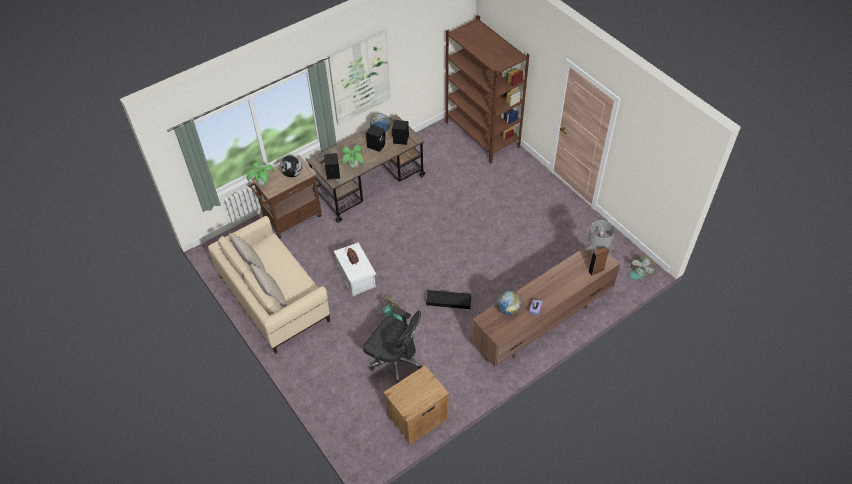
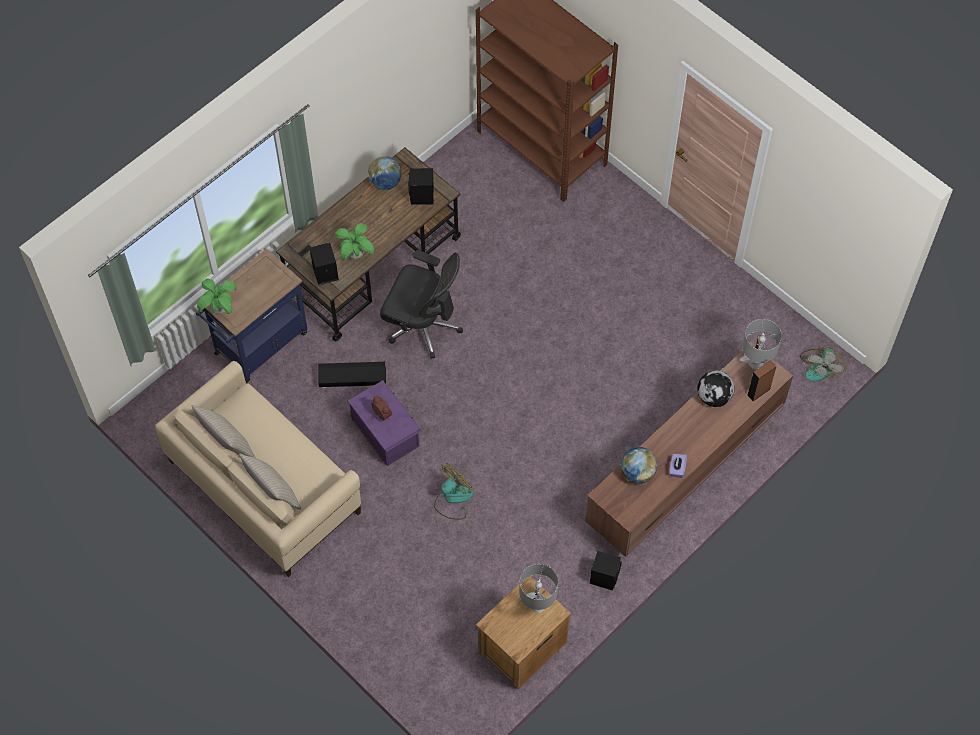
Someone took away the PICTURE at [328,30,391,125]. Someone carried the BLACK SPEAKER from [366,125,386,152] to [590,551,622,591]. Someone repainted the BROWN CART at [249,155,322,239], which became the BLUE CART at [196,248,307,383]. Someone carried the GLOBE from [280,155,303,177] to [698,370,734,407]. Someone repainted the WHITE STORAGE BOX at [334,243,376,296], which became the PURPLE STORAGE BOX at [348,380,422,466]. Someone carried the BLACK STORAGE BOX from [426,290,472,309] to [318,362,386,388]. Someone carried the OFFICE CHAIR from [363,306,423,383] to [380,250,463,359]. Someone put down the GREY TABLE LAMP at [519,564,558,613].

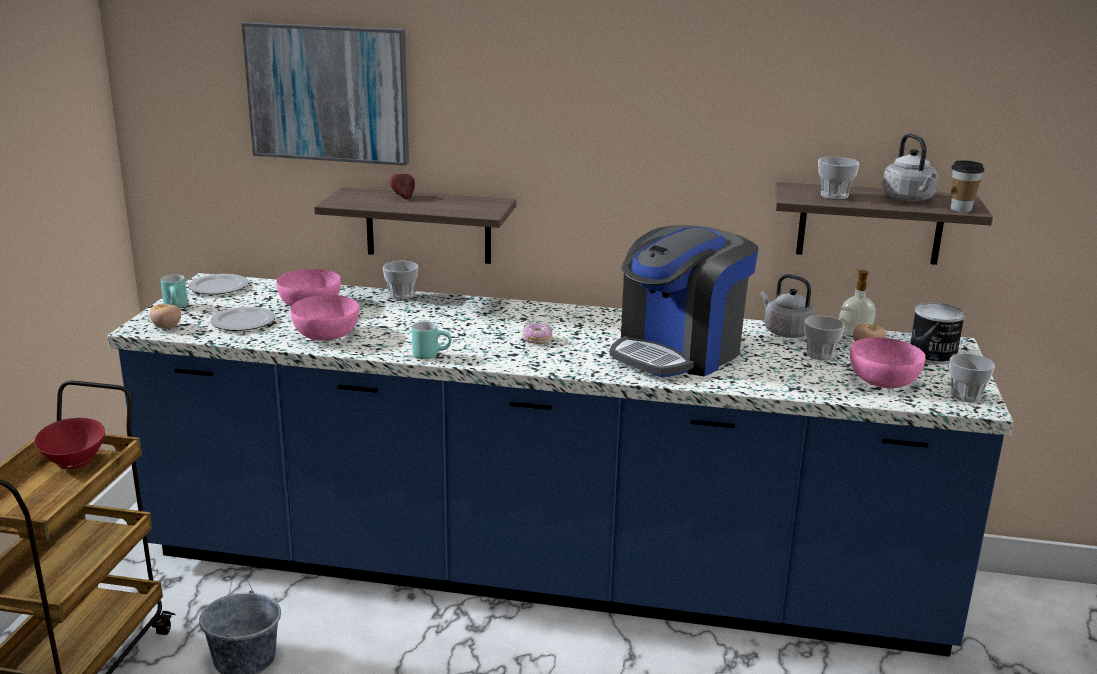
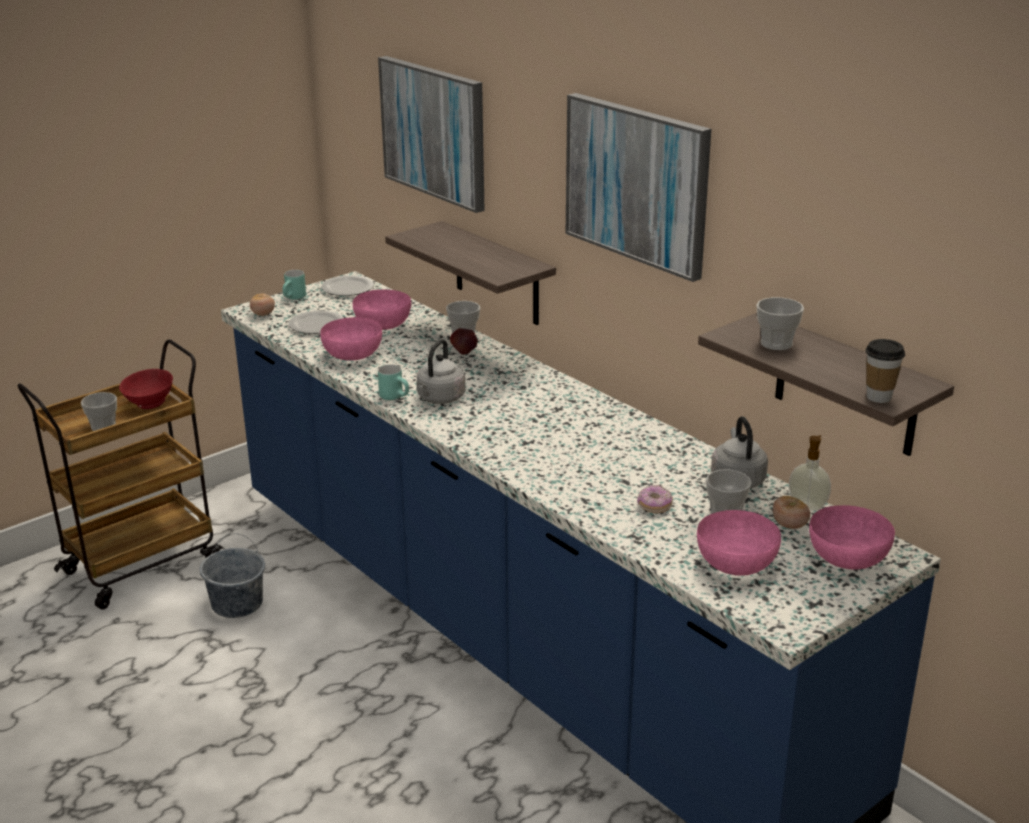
Someone carried the GREY KETTLE from [882,133,938,202] to [417,339,466,404]. Someone carried the APPLE from [389,174,415,199] to [450,328,478,355]. Someone took away the COFFEE MACHINE at [610,225,758,377]. Someone swapped the CAN at [910,303,965,364] for the PINK BOWL at [809,505,895,569]. Someone carried the DONUT from [523,323,553,344] to [637,485,673,513]. Someone carried the CUP from [950,353,995,402] to [81,392,117,431]. Someone put up the PICTURE at [566,93,711,282].

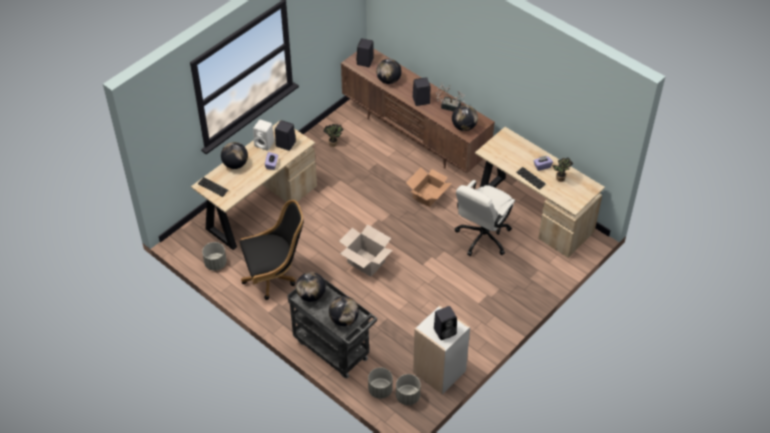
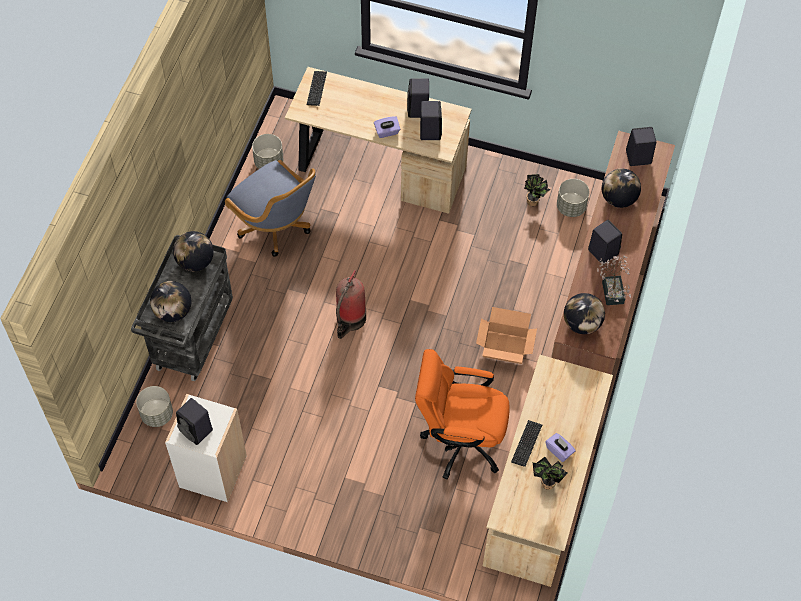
Someone repainted the WHITE SPEAKER at [253,120,274,151], which became the BLACK SPEAKER at [407,78,429,118]. Someone took away the GLOBE at [221,142,248,169]. Someone repainted the WHITE OFFICE CHAIR at [455,180,515,256], which became the ORANGE OFFICE CHAIR at [415,349,510,480]. Someone repainted the BLACK OFFICE CHAIR at [240,200,303,300], which became the BLUE OFFICE CHAIR at [225,160,316,257]. Someone swapped the CARDBOARD BOX at [339,224,393,277] for the FIRE EXTINGUISHER at [336,270,366,339]. Someone carried the GREY PLANTER from [396,374,421,405] to [557,179,589,217].

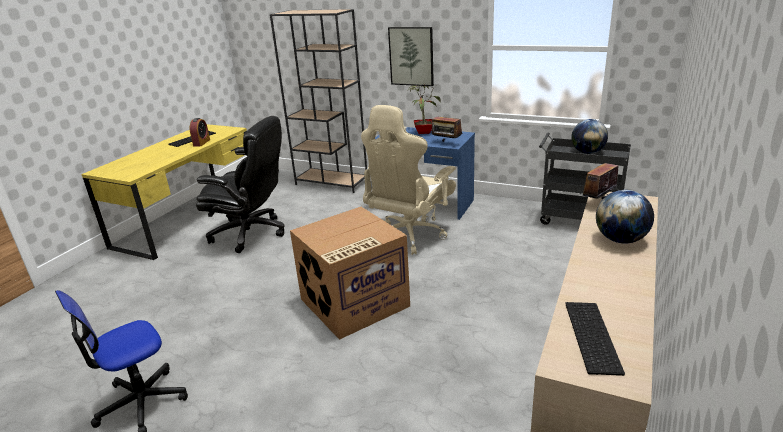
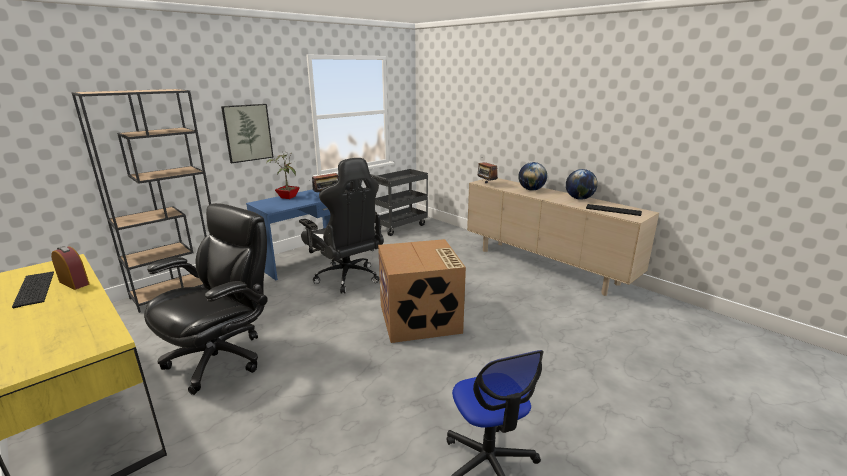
Someone repainted the BEIGE OFFICE CHAIR at [361,105,456,255], which became the BLACK OFFICE CHAIR at [299,158,384,293]. Someone carried the GLOBE from [571,119,608,154] to [566,169,598,200].

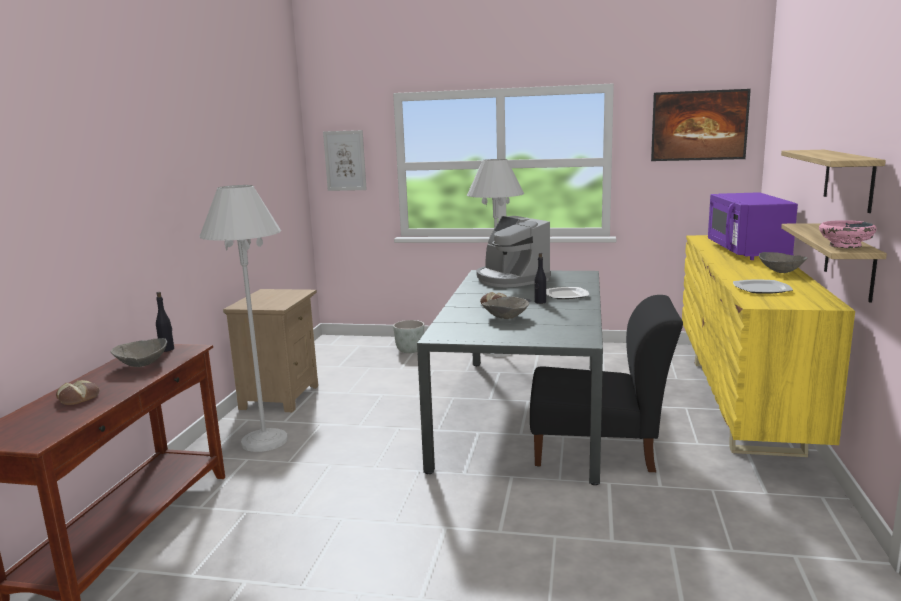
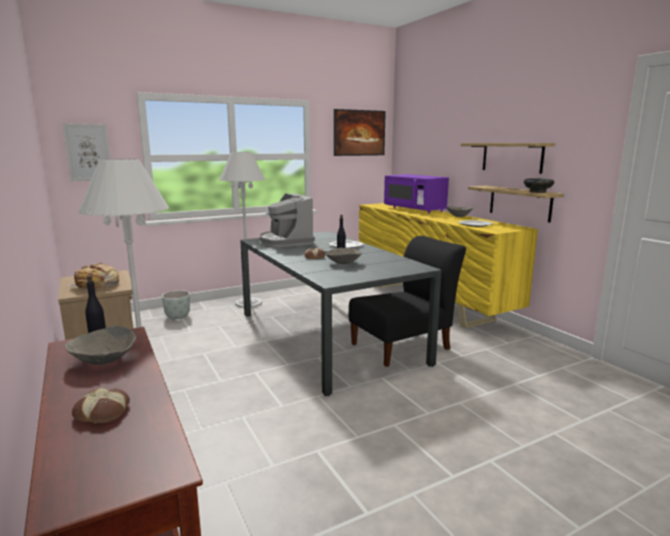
Someone rotated the COFFEE MACHINE at [476,216,551,288] by 45 degrees clockwise. Someone repainted the PINK BOWL at [819,220,877,248], which became the BLACK BOWL at [524,178,554,193]. Someone put down the BREAD at [68,263,119,289].

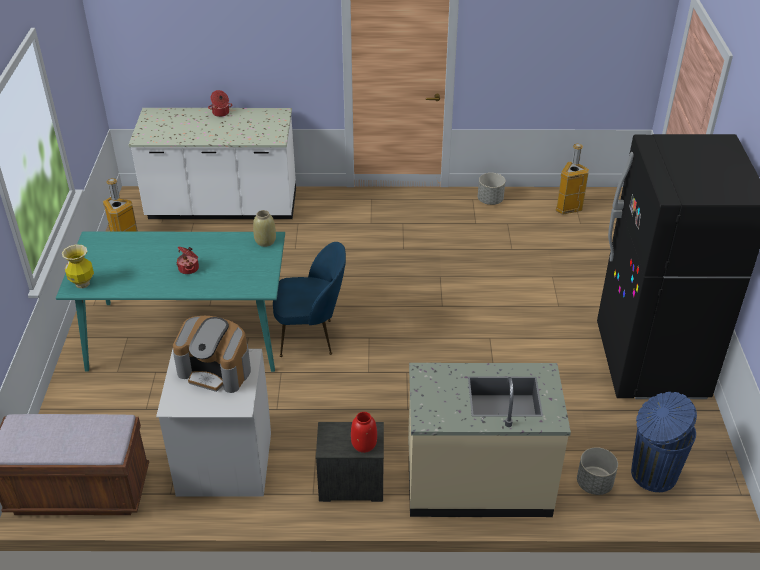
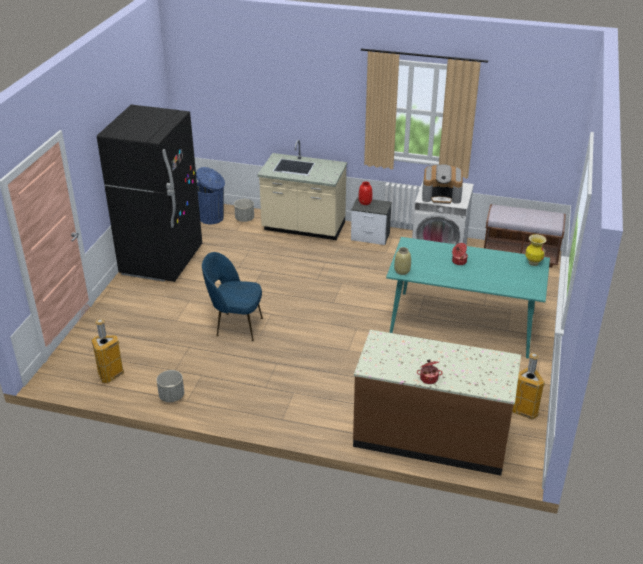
Someone repainted the WHITE COUNTER at [128,108,296,219], which became the BROWN COUNTER at [353,330,521,476]. Someone carried the BLUE CHAIR from [273,242,346,357] to [202,252,263,341]. Someone rotated the COFFEE MACHINE at [173,316,251,393] by 150 degrees clockwise.

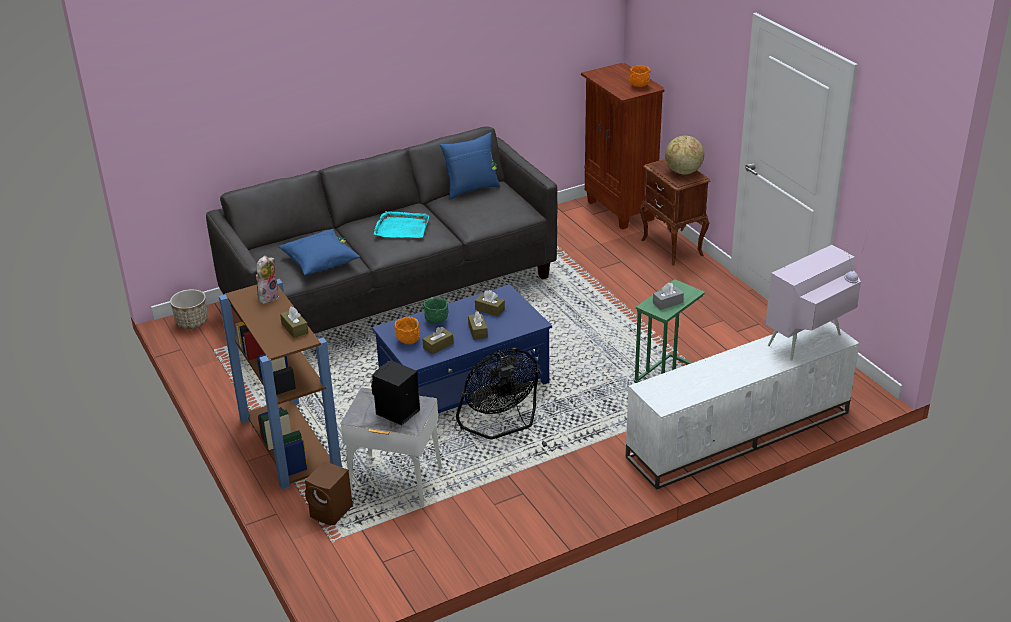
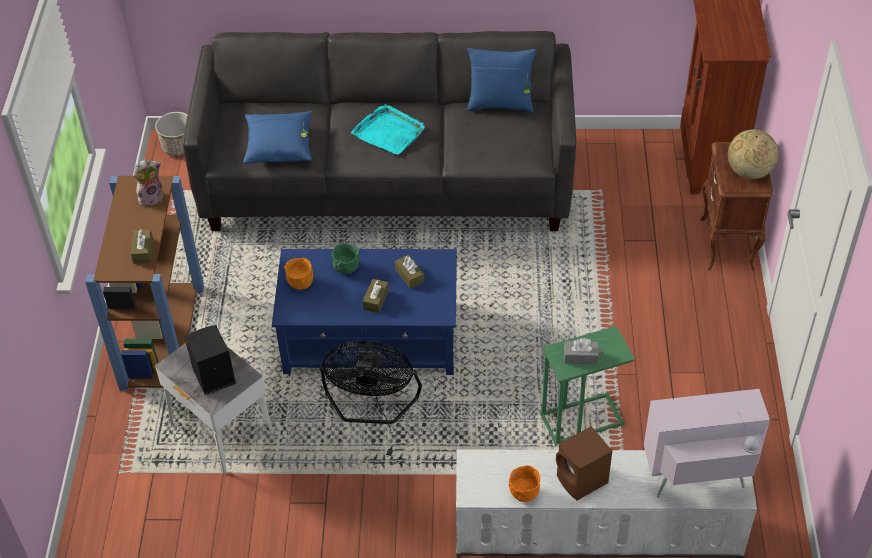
Someone carried the ORANGE BOWL from [629,65,651,87] to [509,465,540,502]. Someone took away the BROWN TISSUE BOX at [423,327,454,354]. Someone carried the BROWN SPEAKER from [305,461,353,525] to [556,426,612,501].

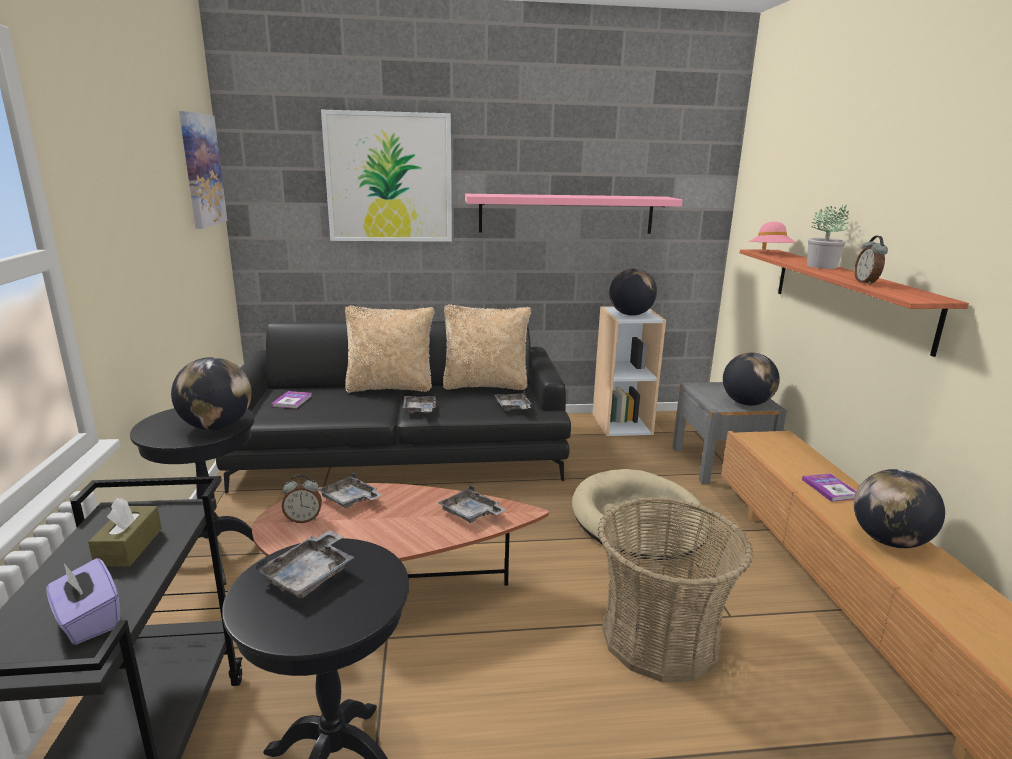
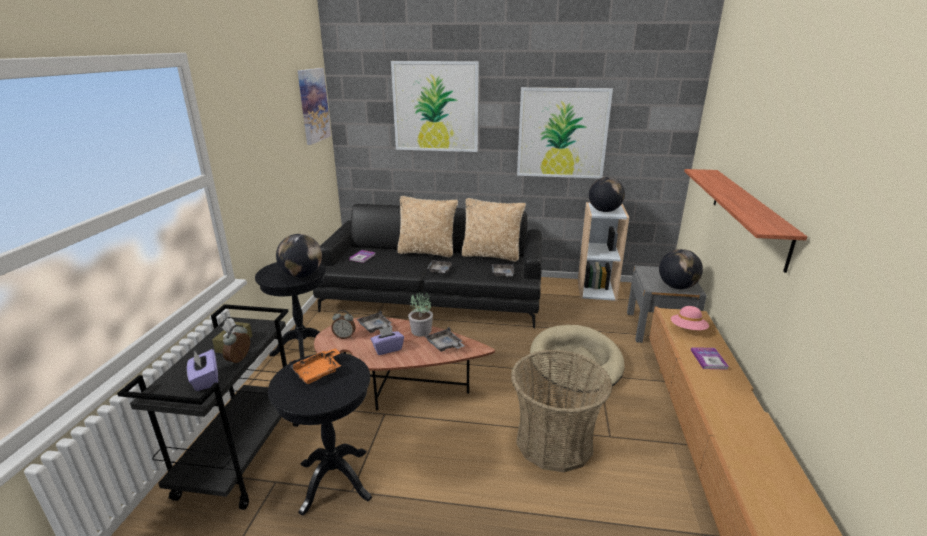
Someone swapped the PINK SHELF at [465,194,683,234] for the PICTURE at [517,87,613,179]. Someone carried the POTTED PLANT from [807,205,849,269] to [408,290,433,336]. Someone carried the PINK HAT from [750,222,796,250] to [671,306,709,330]. Someone carried the ALARM CLOCK from [854,236,888,285] to [223,325,250,365]. Someone took away the GLOBE at [854,469,945,548]. Someone repainted the GREY TRAY at [255,530,355,598], which became the ORANGE TRAY at [289,348,341,384]. Someone put down the PURPLE TISSUE BOX at [371,326,404,355].

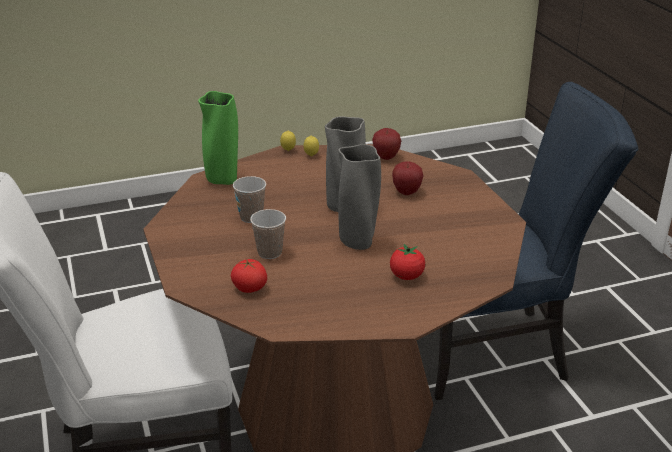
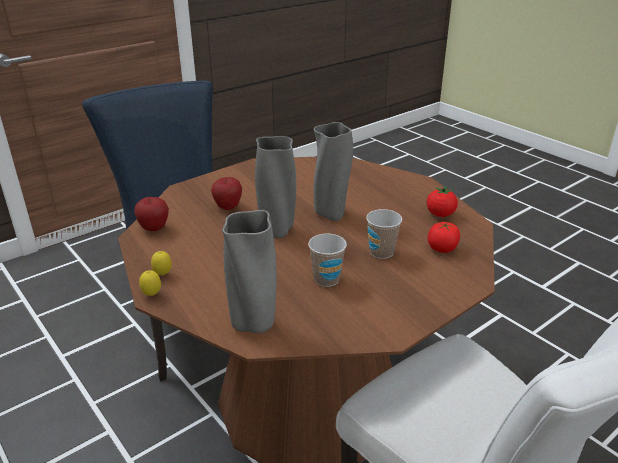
Someone repainted the GREEN VASE at [198,91,238,185], which became the GREY VASE at [222,210,277,333]. Someone carried the TOMATO from [390,244,425,280] to [426,186,458,217].

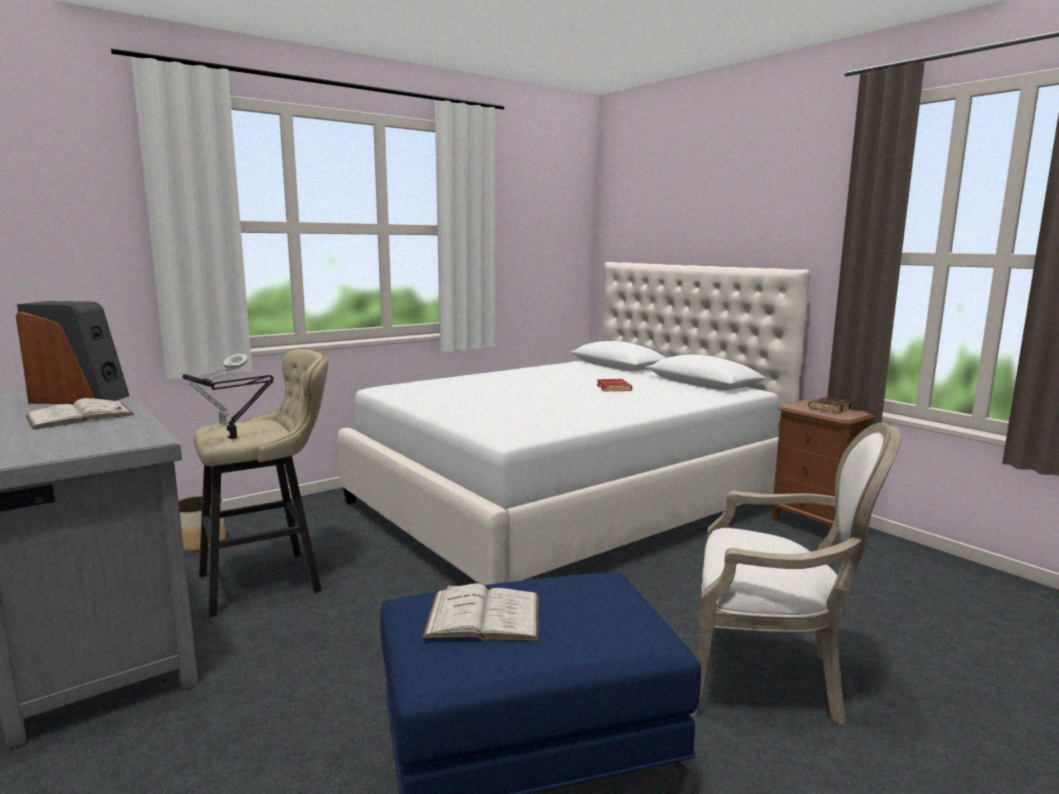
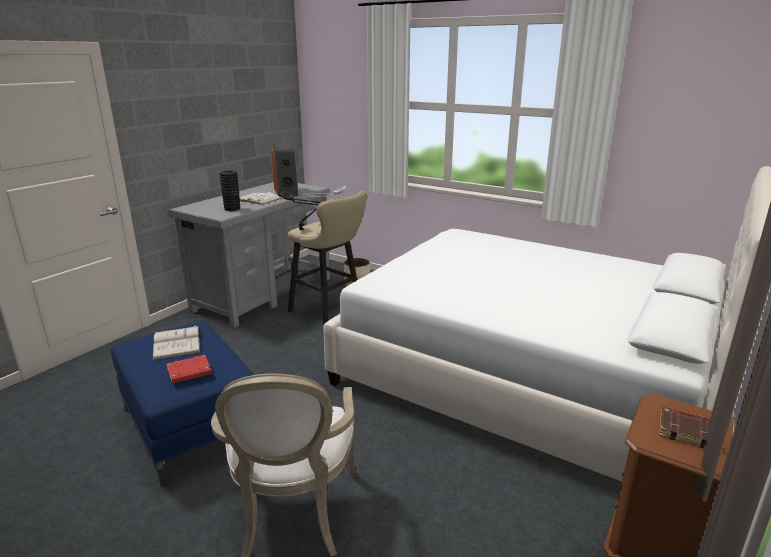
Someone carried the RED BOOK from [597,379,632,392] to [167,355,212,384]. Someone put down the BLACK VASE at [220,170,240,211].

